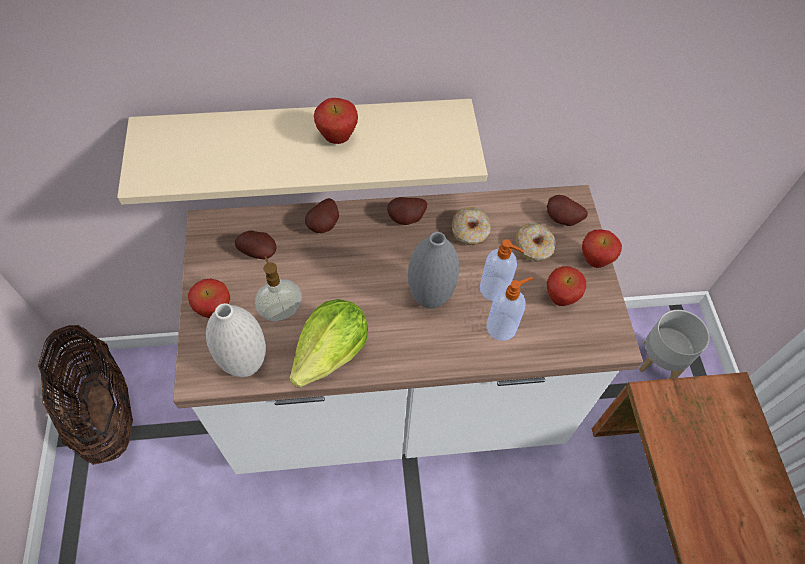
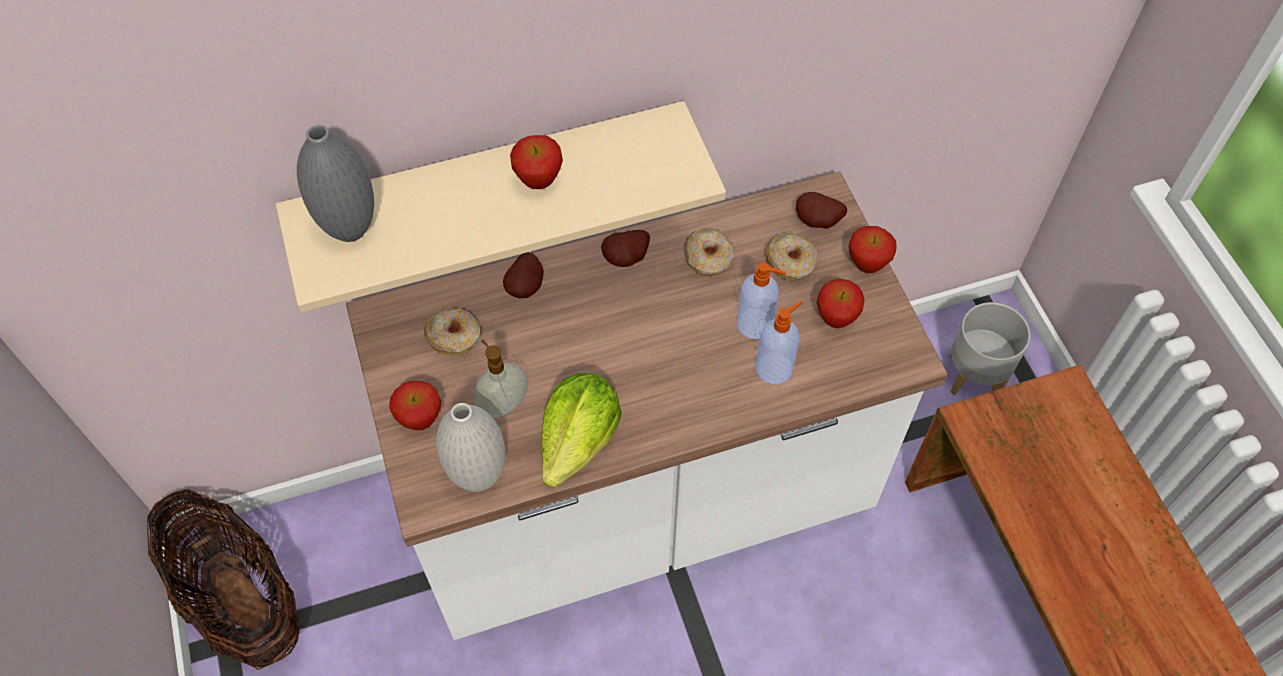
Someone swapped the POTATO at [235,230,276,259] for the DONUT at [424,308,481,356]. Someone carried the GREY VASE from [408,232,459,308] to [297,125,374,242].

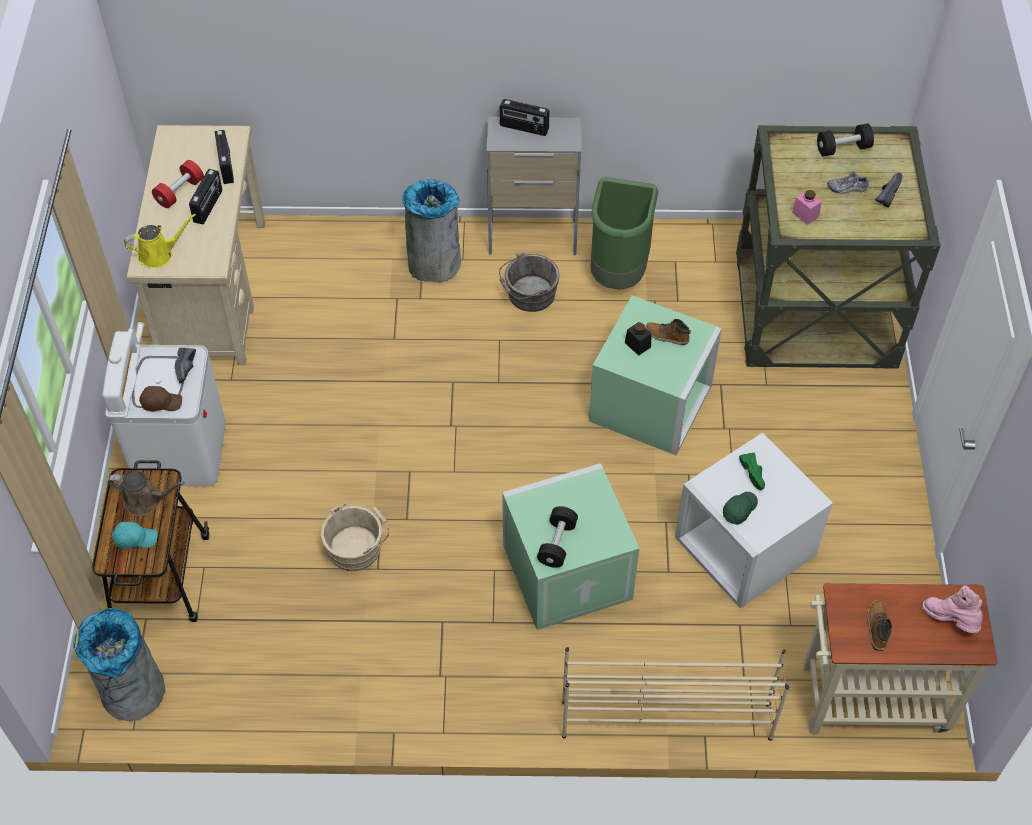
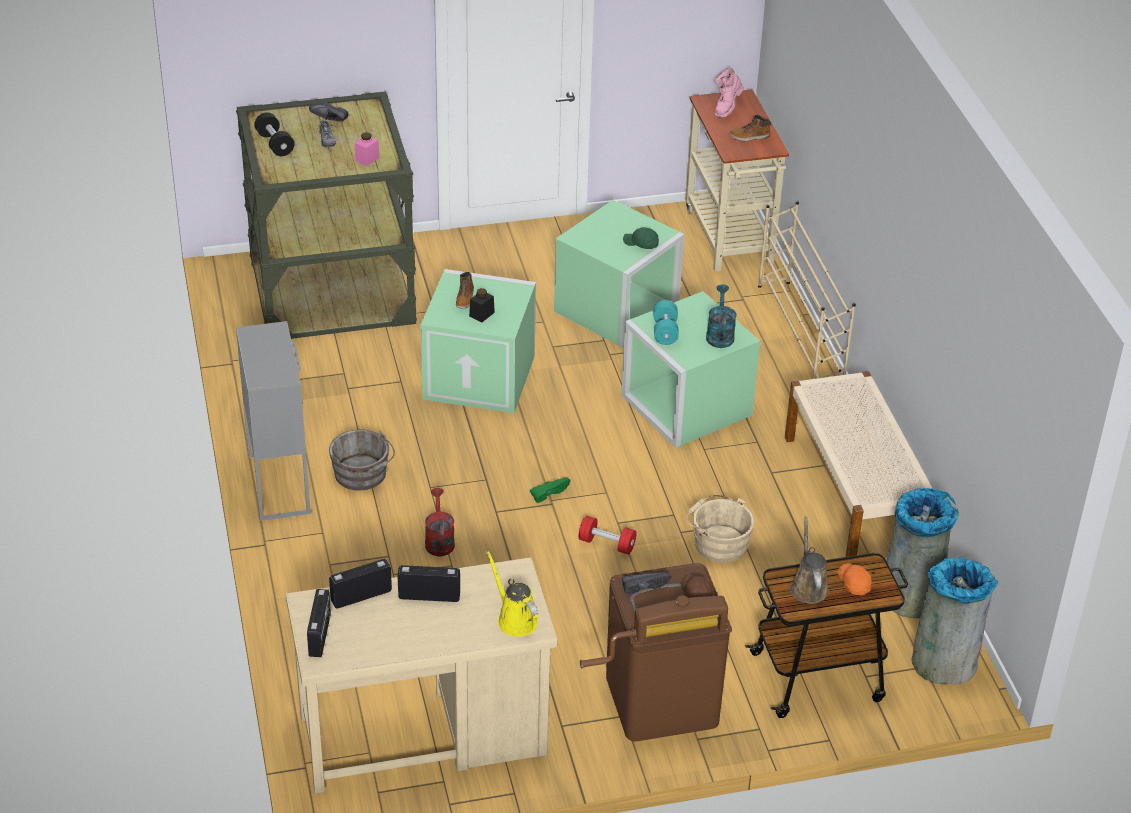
Someone carried the RADIO from [500,99,550,136] to [307,589,331,657]. Someone carried the RED DUMBBELL from [152,160,204,208] to [579,516,636,555]. Someone took away the GREEN TRASH CAN at [591,177,658,290]. Someone carried the GREY TRASH CAN from [402,179,461,283] to [887,488,959,618]. Someone repainted the WHITE WASHING MACHINE at [102,322,226,486], which became the BROWN WASHING MACHINE at [580,563,732,741]. Someone repainted the WHITE STORAGE BOX at [675,433,833,609], which became the GREEN STORAGE BOX at [554,200,684,348]. Someone carried the GREEN SHOE from [739,453,765,490] to [530,478,571,503]. Someone swapped the BLACK DUMBBELL at [537,506,578,568] for the TURQUOISE WATERING CAN at [706,284,737,348]. Someone repainted the TURQUOISE CAP at [112,522,157,549], which became the ORANGE CAP at [838,563,872,595]. Someone put down the TURQUOISE DUMBBELL at [653,300,679,345]. Someone put down the BEIGE BENCH at [785,371,933,557]. Someone put down the RED WATERING CAN at [425,488,455,556].

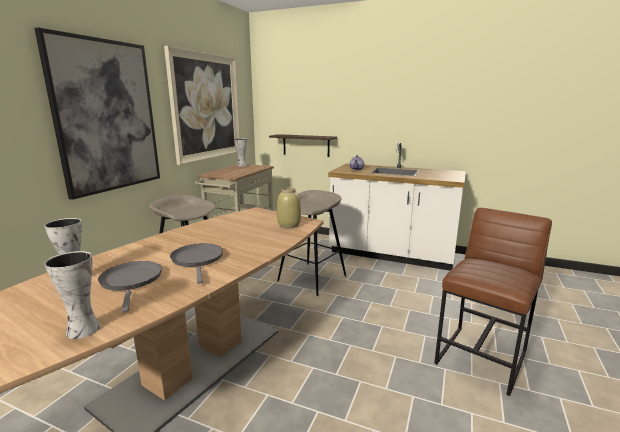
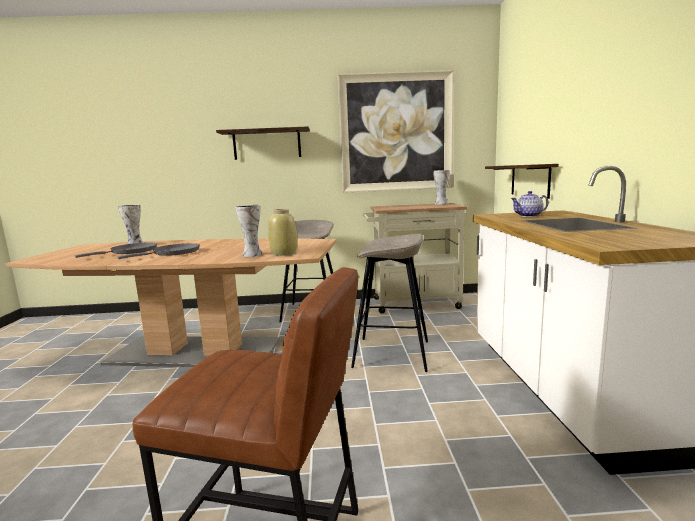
Someone swapped the PICTURE at [34,27,160,200] for the SHELF at [216,126,310,160]. Someone carried the VASE from [44,251,101,339] to [235,205,262,257].

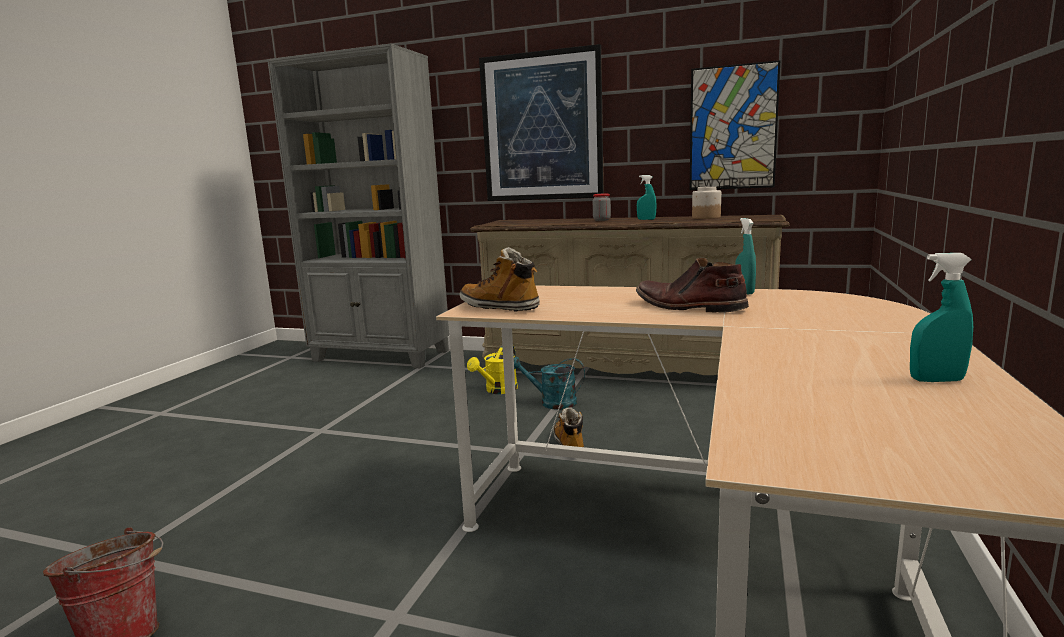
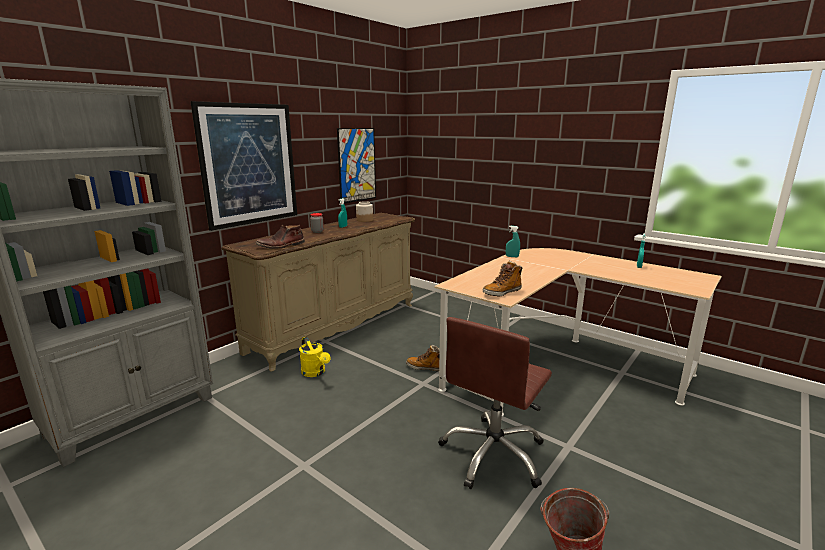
Someone carried the BROWN BOOT from [636,258,749,313] to [255,225,305,249]. Someone took away the TURQUOISE WATERING CAN at [514,356,585,410]. Someone put down the BROWN OFFICE CHAIR at [438,317,552,489].

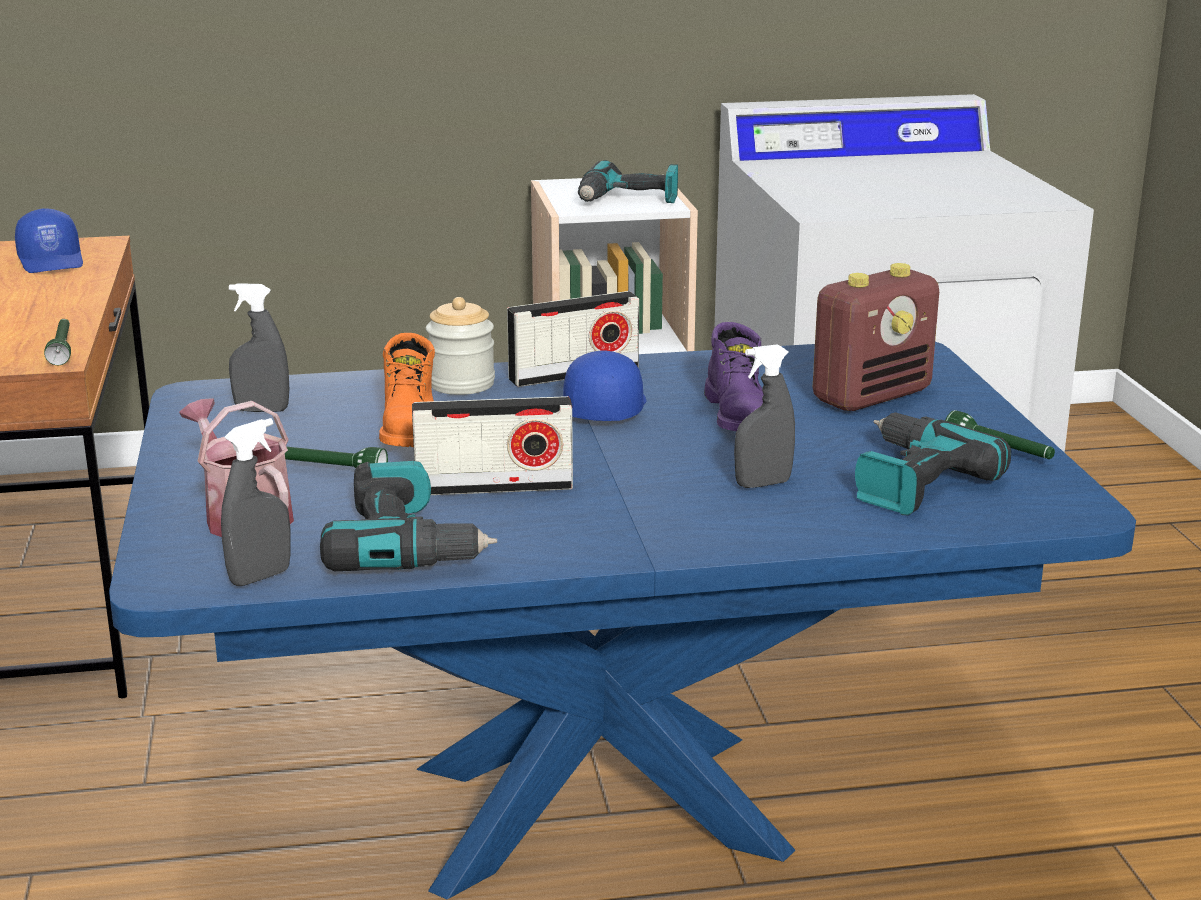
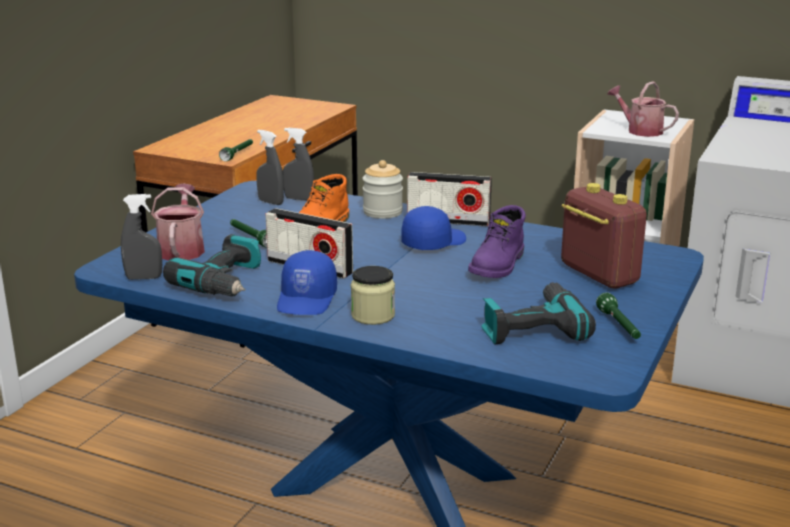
Someone swapped the POWER DRILL at [578,160,678,203] for the WATERING CAN at [607,81,679,137]. Someone carried the BLUE CAP from [15,208,83,273] to [277,250,337,315]. Someone rotated the RADIO at [813,263,939,411] by 120 degrees counterclockwise. Someone carried the GREY SPRAY BOTTLE from [734,344,795,488] to [283,128,314,200]. Someone put down the JAR at [351,266,395,325].

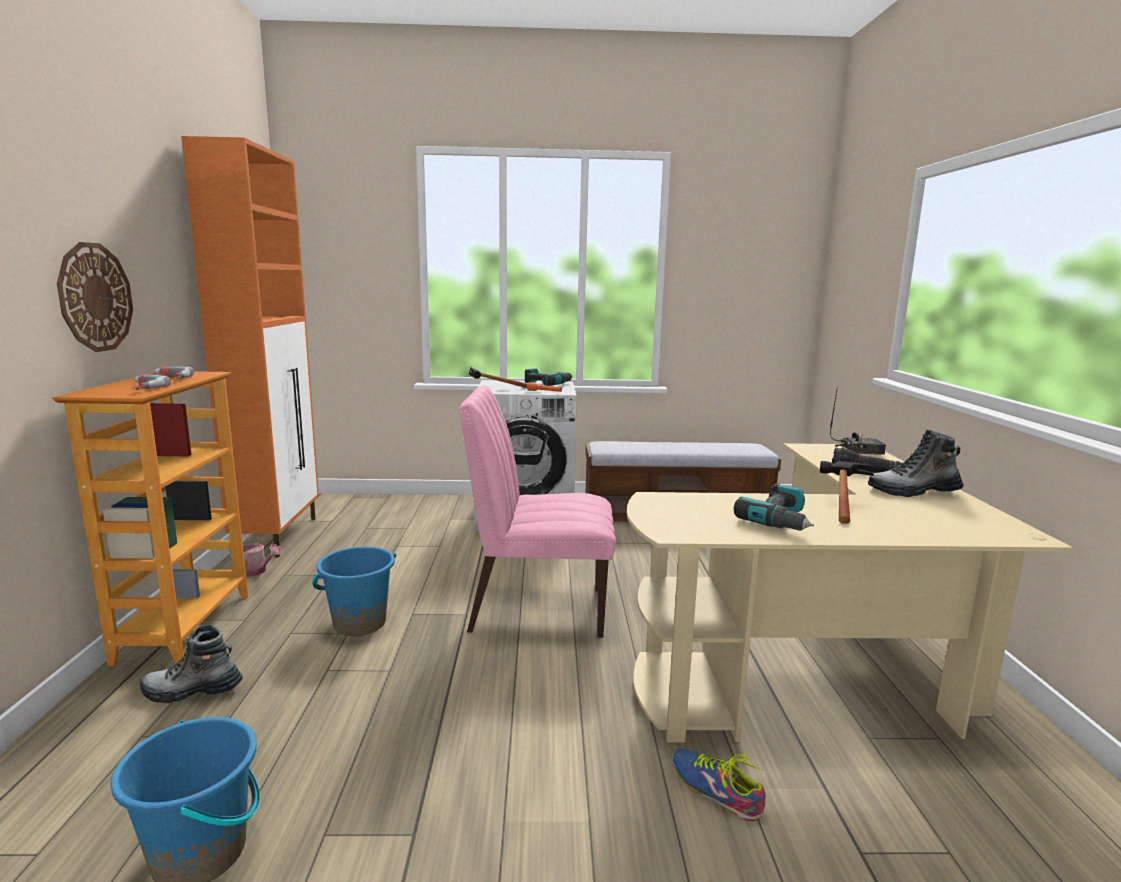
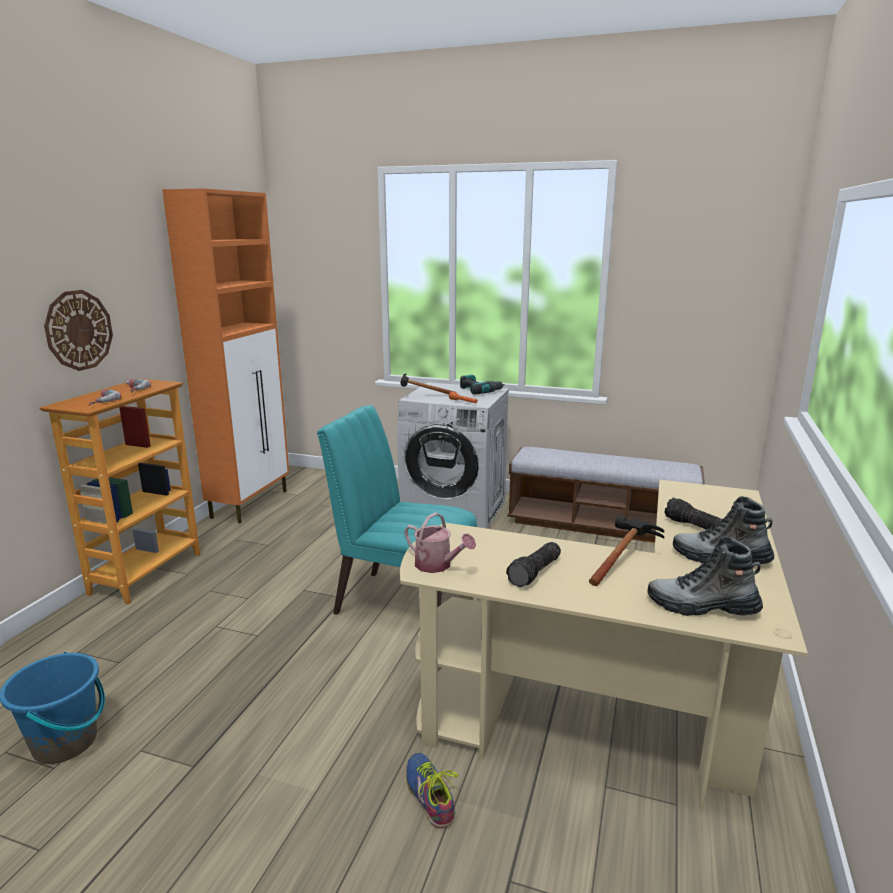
Someone repainted the PINK CHAIR at [458,386,616,638], which became the TURQUOISE CHAIR at [317,405,477,615]. Someone took away the RADIO at [830,390,886,455]. Someone swapped the POWER DRILL at [734,484,814,531] for the FLASHLIGHT at [506,542,561,587]. Someone carried the WATERING CAN from [229,533,282,577] to [404,512,476,573]. Someone took away the BLUE BUCKET at [312,547,396,636]. Someone carried the BOOT from [140,624,243,704] to [647,536,763,616].

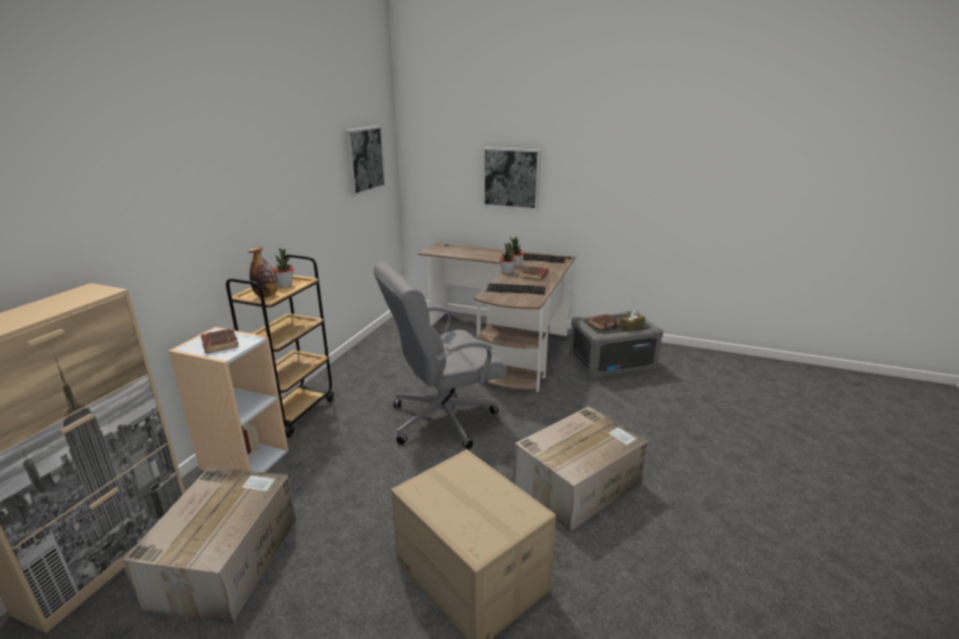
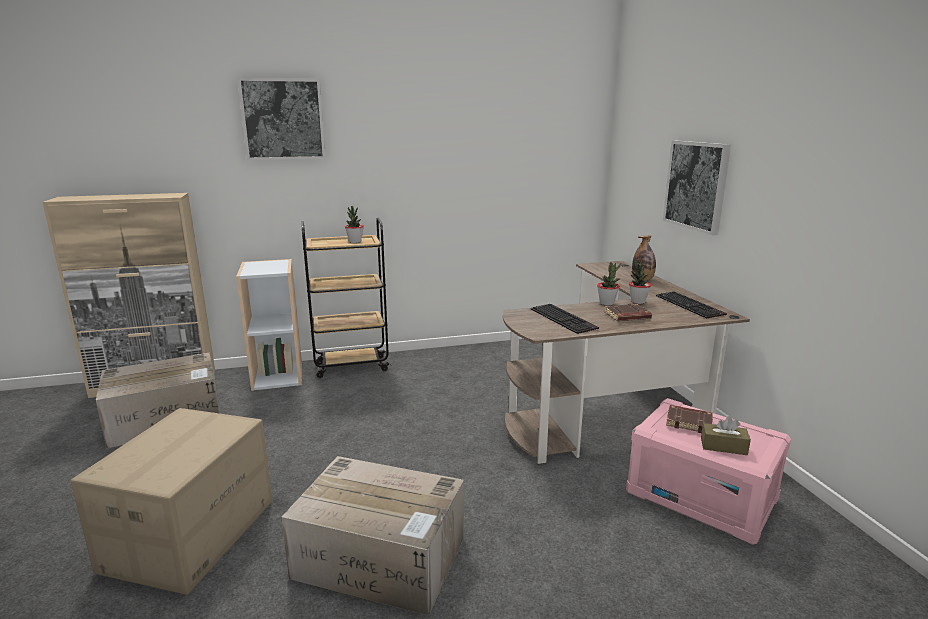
Someone carried the PICTURE from [345,126,386,196] to [237,77,326,160]. Someone carried the BOTTLE from [248,247,278,297] to [632,235,656,281]. Someone took away the GREY OFFICE CHAIR at [373,262,507,449]. Someone repainted the GREY STORAGE BOX at [569,310,663,379], which became the PINK STORAGE BOX at [626,398,791,545]. Someone took away the BROWN BOOK at [201,328,239,353].

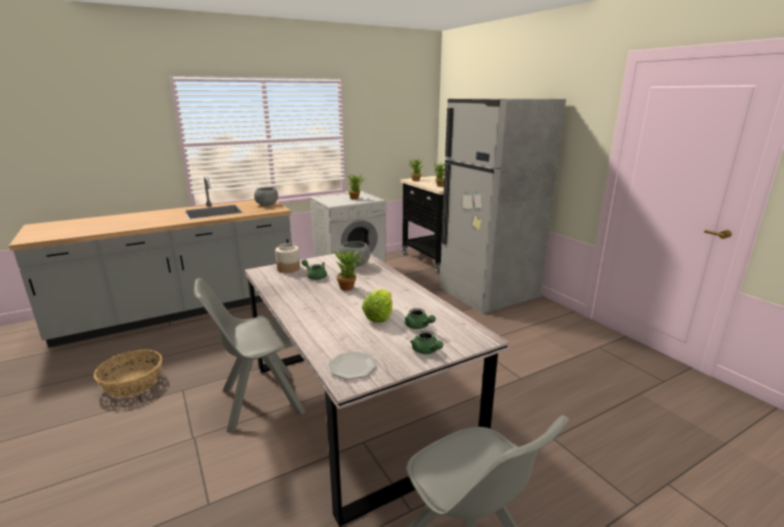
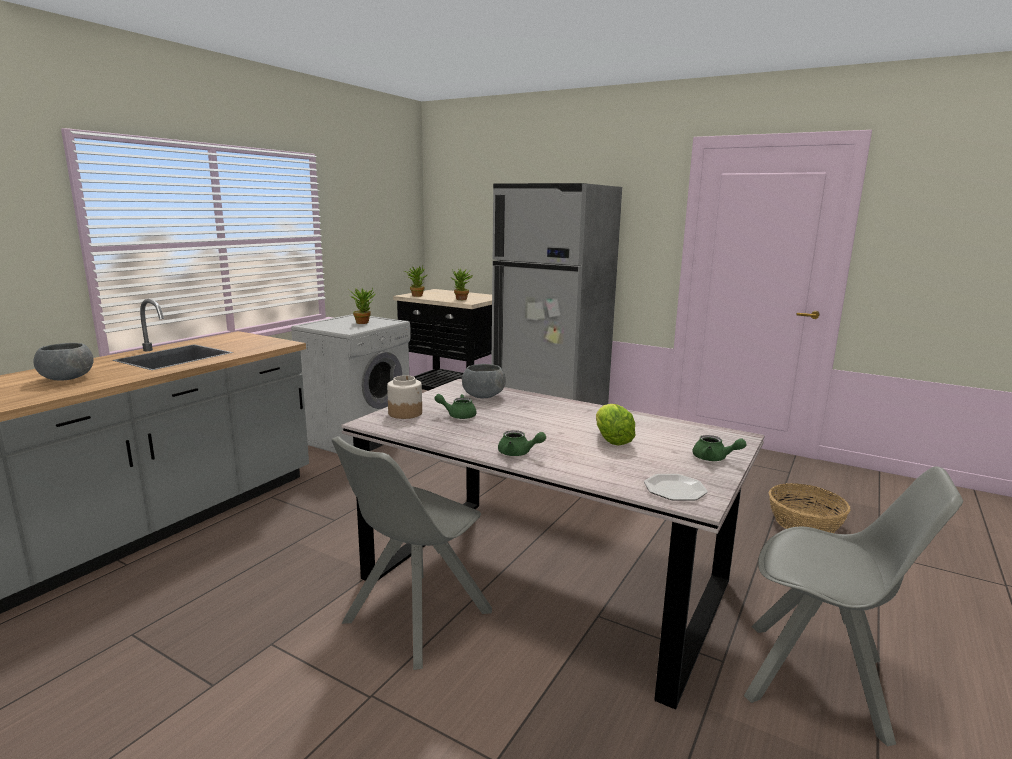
Someone carried the GREY BOWL from [254,187,278,205] to [33,343,94,381]. Someone took away the POTTED PLANT at [334,248,366,290]. Someone carried the GREEN TEAPOT from [405,308,436,329] to [498,430,546,456]. Someone carried the BASKET from [94,349,162,397] to [769,483,850,533].

